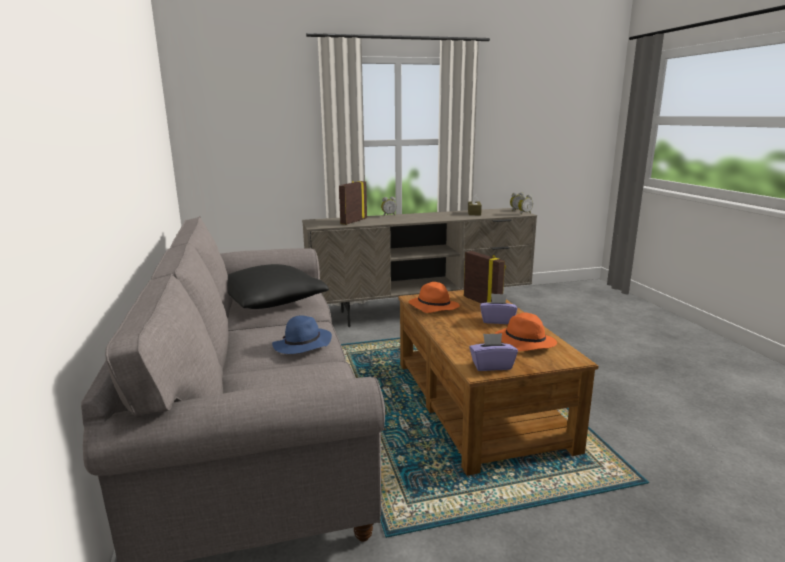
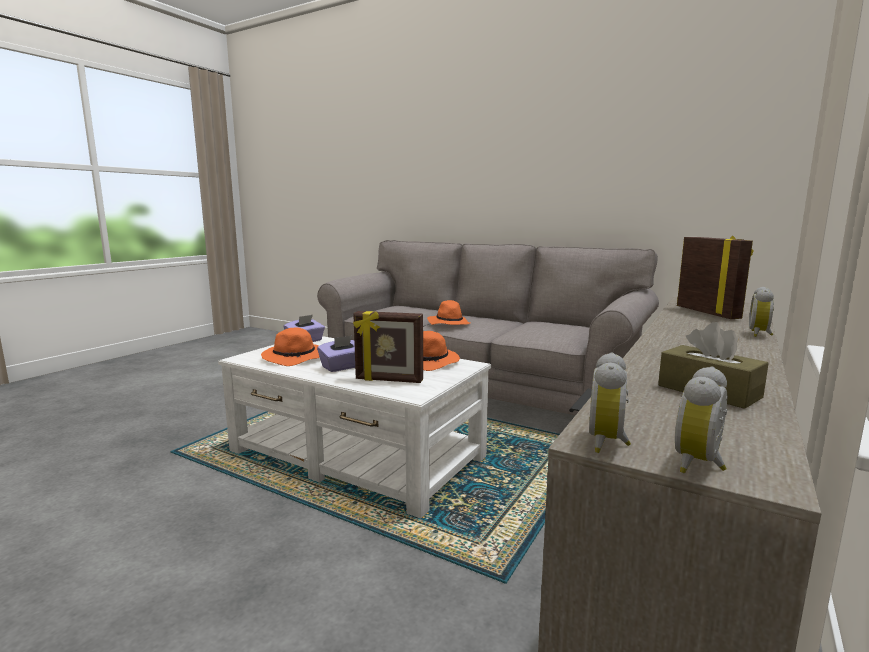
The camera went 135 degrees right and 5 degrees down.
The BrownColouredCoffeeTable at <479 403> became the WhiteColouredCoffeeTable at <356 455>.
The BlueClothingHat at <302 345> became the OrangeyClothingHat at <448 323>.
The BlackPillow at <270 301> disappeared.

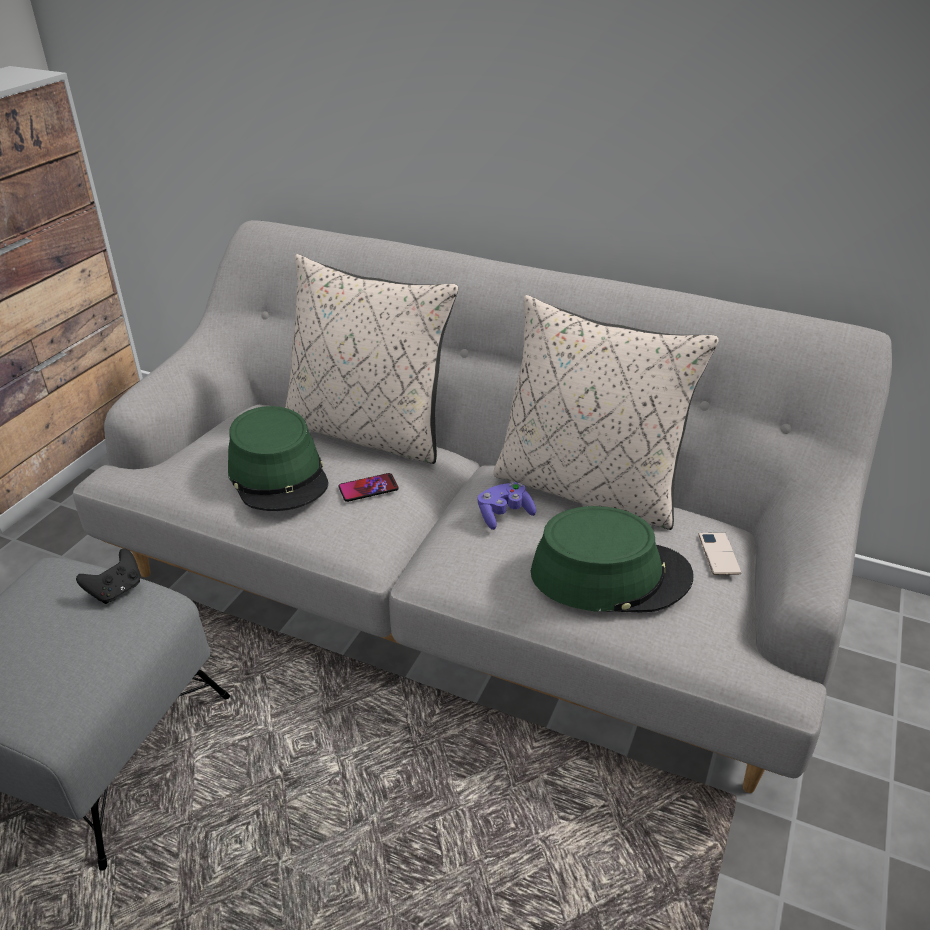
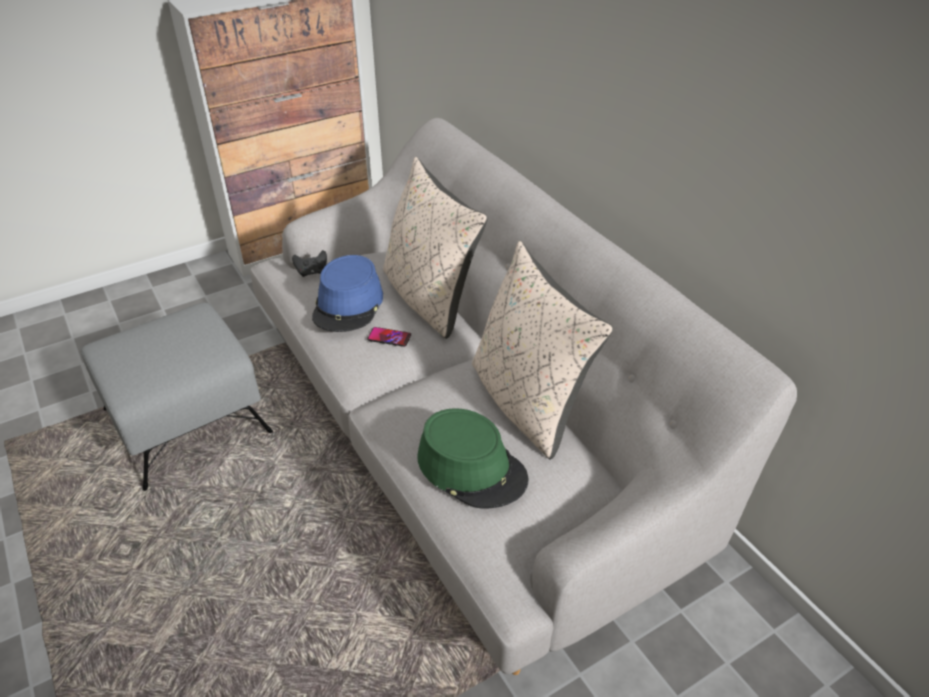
The camera went 35 degrees right and 5 degrees up.
The BlackJoypad moved from <116 590> to <312 272>.
The GreenColouredClothingHat at <279 474> became the BlueClothingHat at <348 305>.
The PurpleJoypad at <504 514> disappeared.
The Phone at <719 554> disappeared.

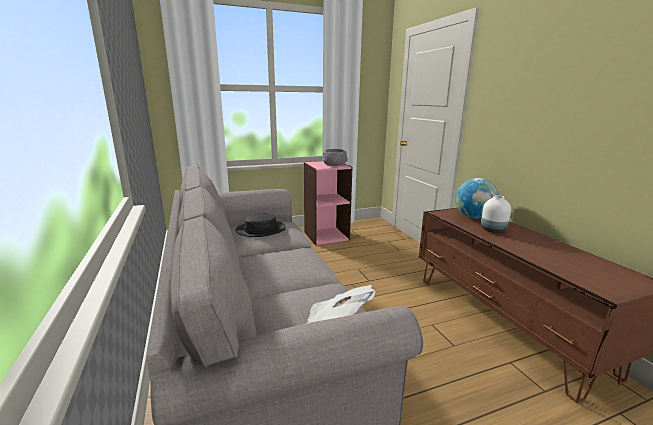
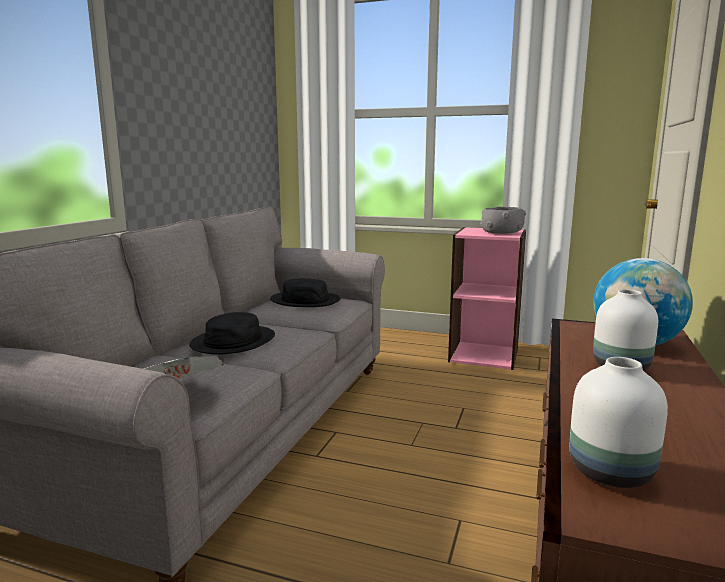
The camera went 40 degrees right and 5 degrees down.
The BlackClothingHat at <233 341> appeared.
The WhiteColouredDecorativeVase at <608 471> appeared.

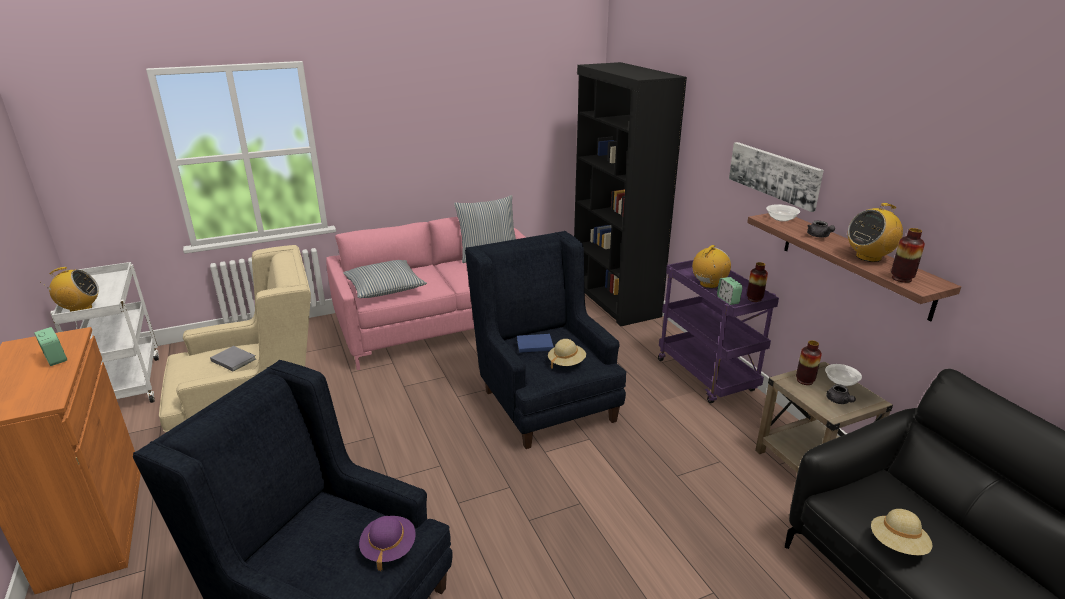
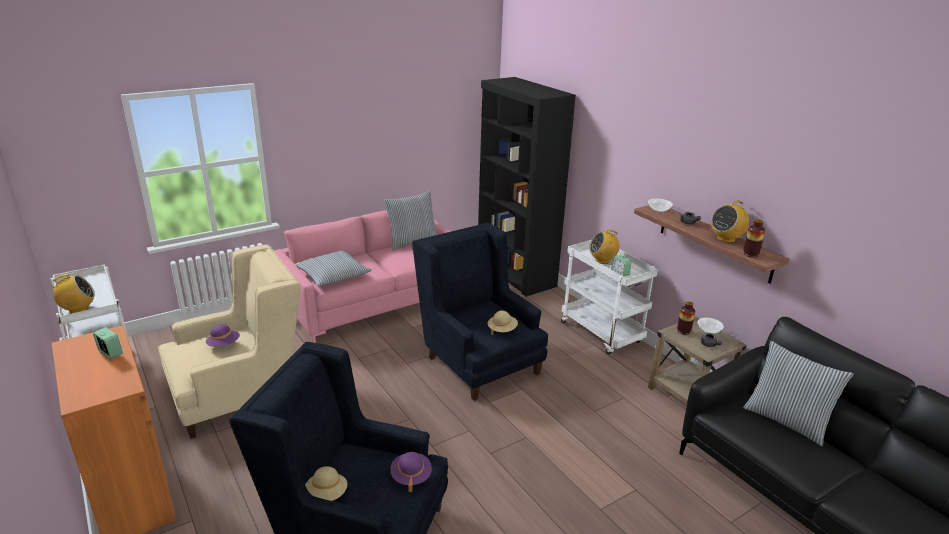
The camera went 10 degrees left and 0 degrees up.
The GreyVolume at <233 359> was replaced by the PurpleClothingHat at <224 345>.
The SandColouredClothingHat moved from <897 545> to <326 495>.
The PurpleCart at <707 376> became the WhiteColouredCart at <602 333>.
The RadioReceiver at <708 284> turned 135 degrees counterclockwise.
The Pillow at <786 420> appeared.
The BlueVolume at <533 344> disappeared.
The WallArt at <774 174> disappeared.
The DecorativeVase at <754 299> disappeared.

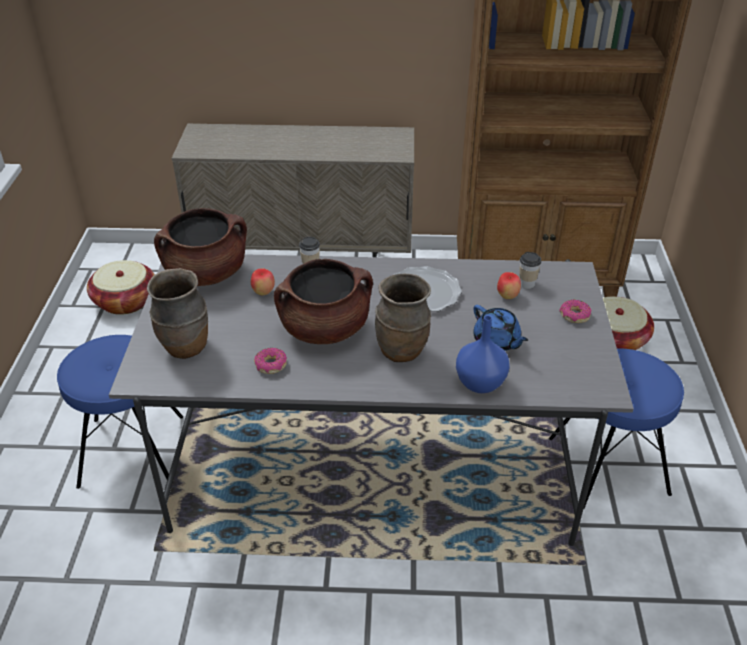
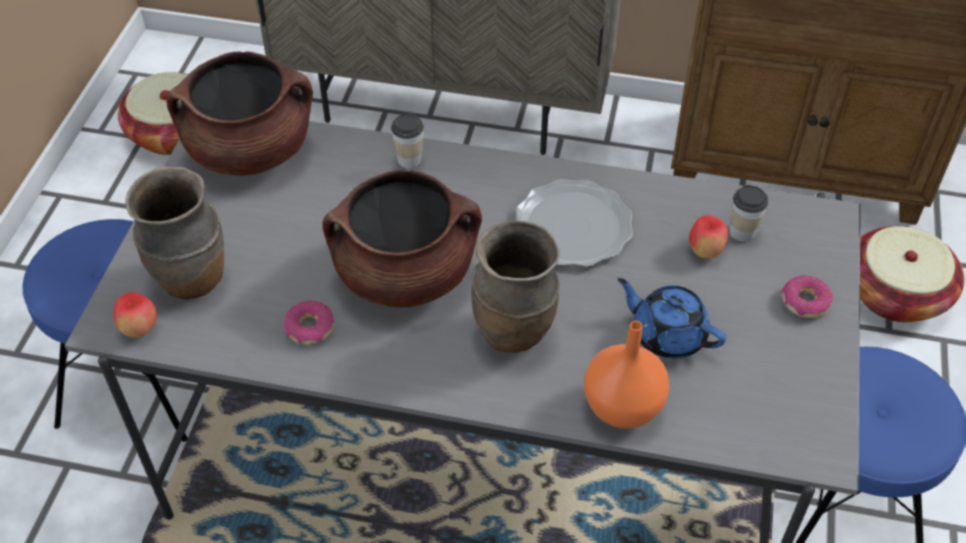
The camera went 10 degrees right and 10 degrees up.
The WholeApple moved from <263 292> to <140 329>.
The BlueDecorativeVase at <479 383> became the OrangeyDecorativeVase at <620 407>.
The BluePotForTea at <497 342> turned 150 degrees clockwise.

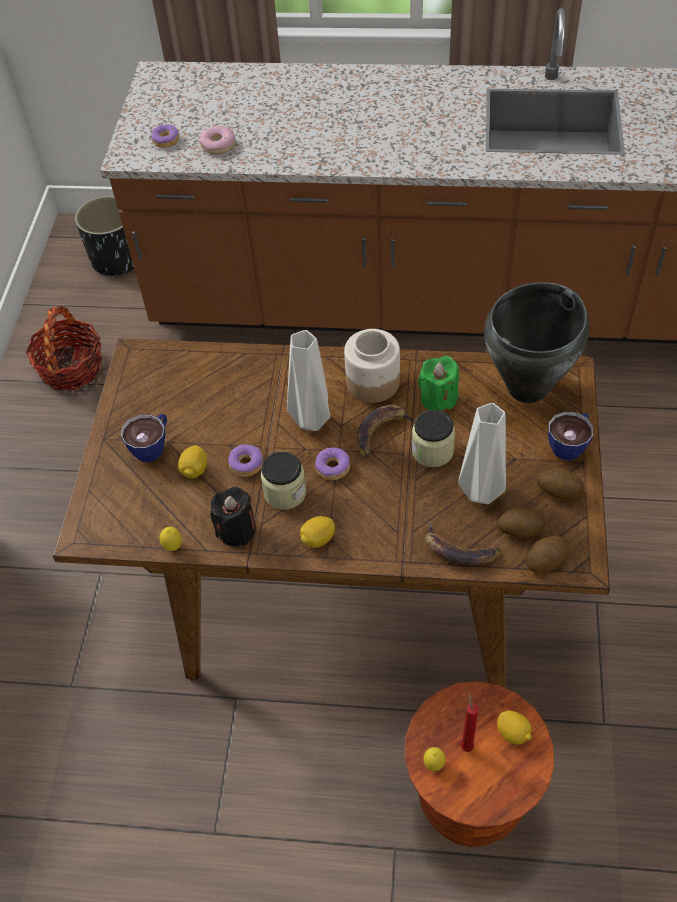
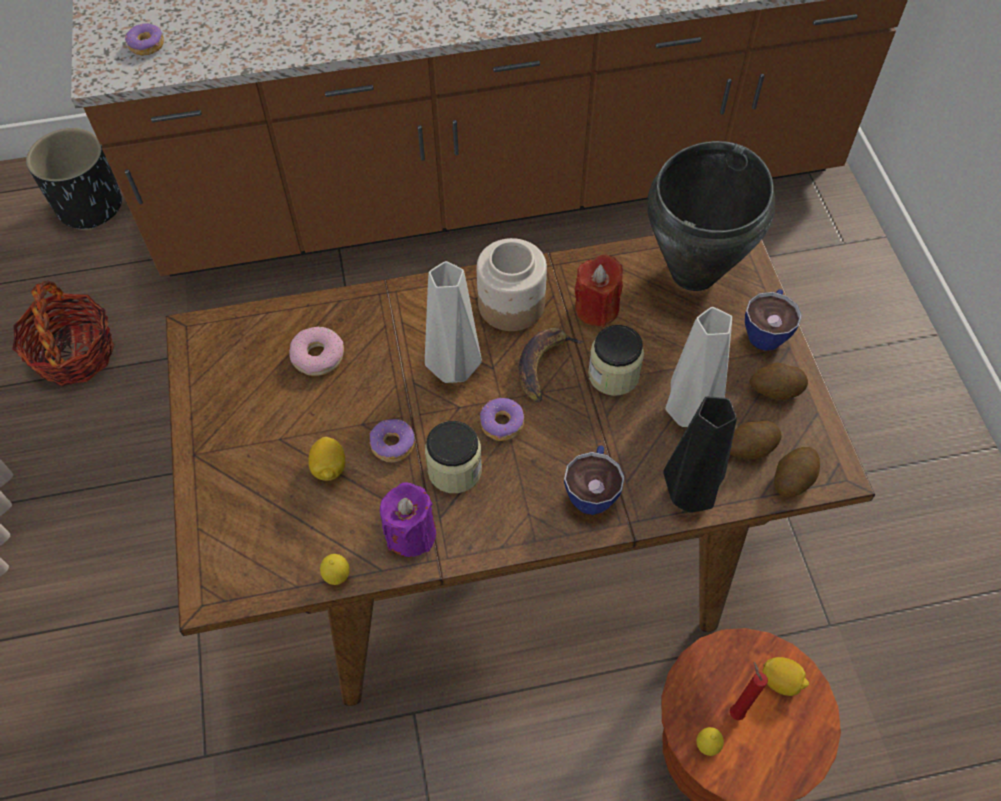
The camera went 20 degrees left and 5 degrees up.
The RingDoughnut moved from <218 145> to <318 356>.
The BlackCandle at <236 530> became the PurpleCandle at <411 534>.
The SmallCup moved from <153 446> to <592 490>.
The GreenColouredCandle at <438 399> became the ReddishCandle at <596 308>.
The BananaFruit at <458 551> was replaced by the BlackDecorativeVase at <689 492>.
The WholeLemon at <318 539> disappeared.

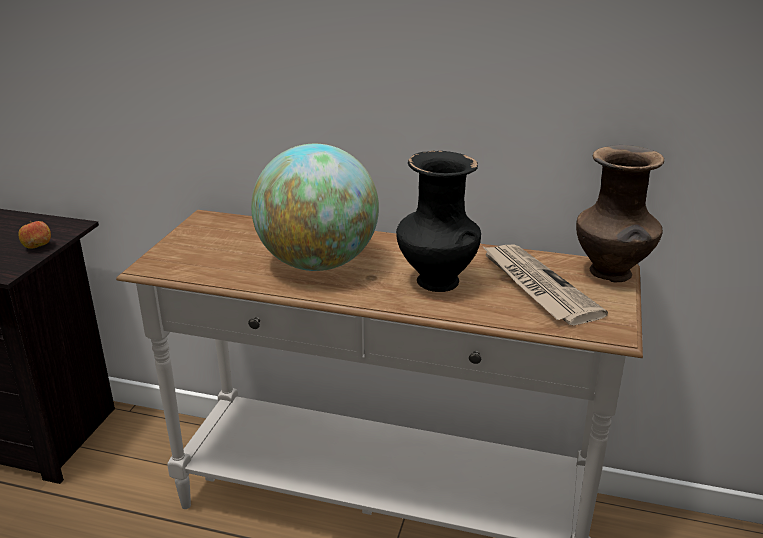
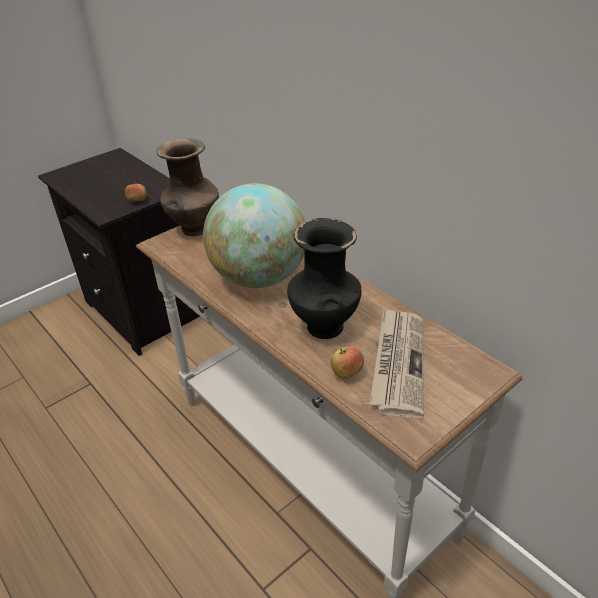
The camera went 35 degrees right and 10 degrees up.
The BrownColouredDecorativeVase moved from <611 274> to <194 229>.
The WholeApple at <347 373> appeared.

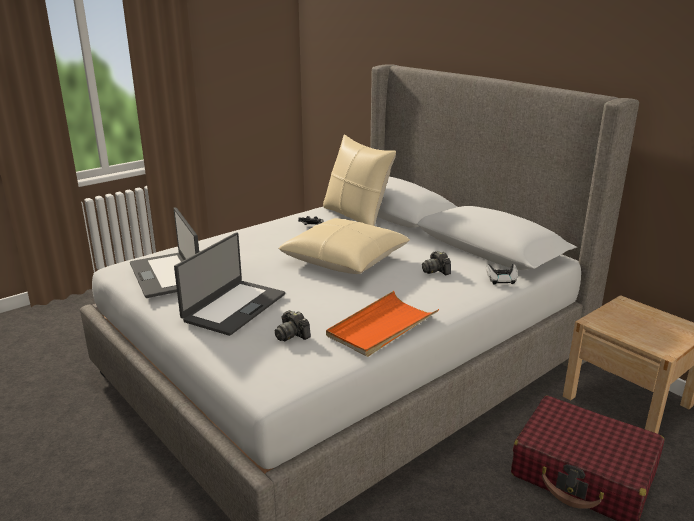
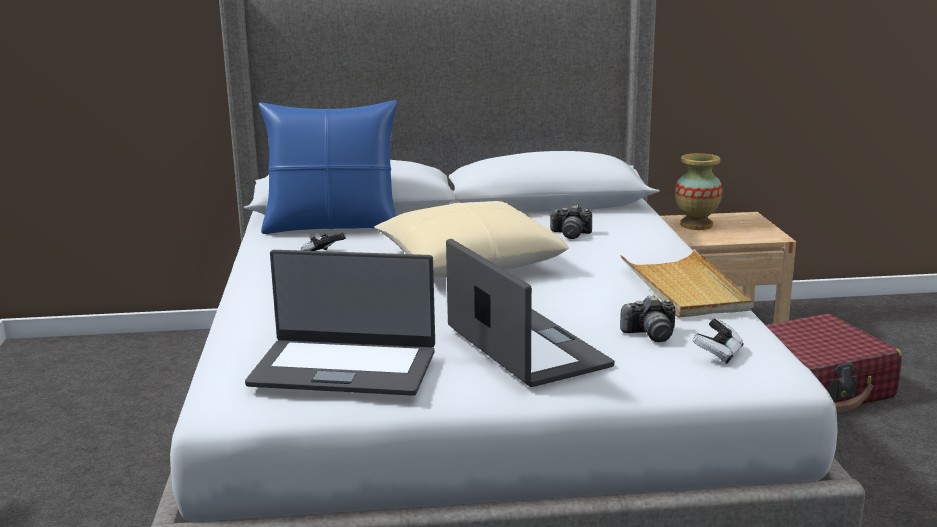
The camera went 55 degrees left and 5 degrees down.
The SandColouredPillow at <356 216> became the BluePillow at <332 227>.
The OrangeyTray at <381 327> became the SandColouredTray at <684 289>.
The DecorativeVase at <696 225> appeared.
The Joypad moved from <501 281> to <718 354>.

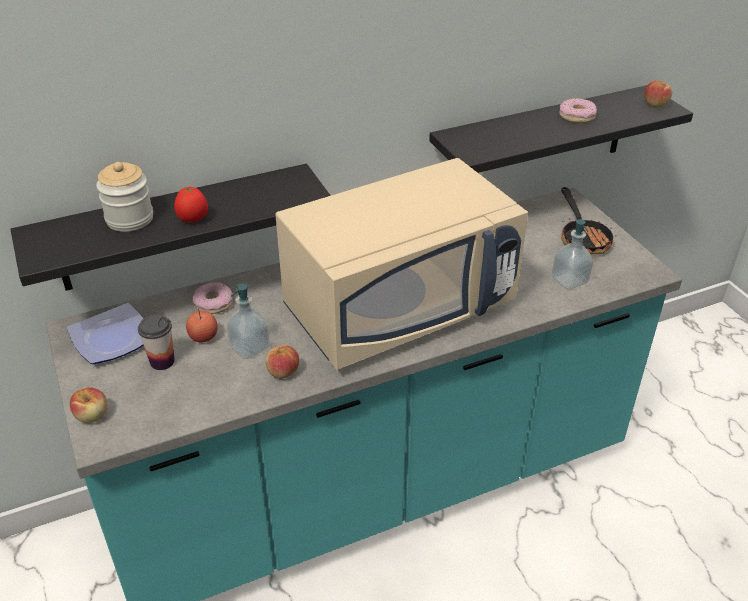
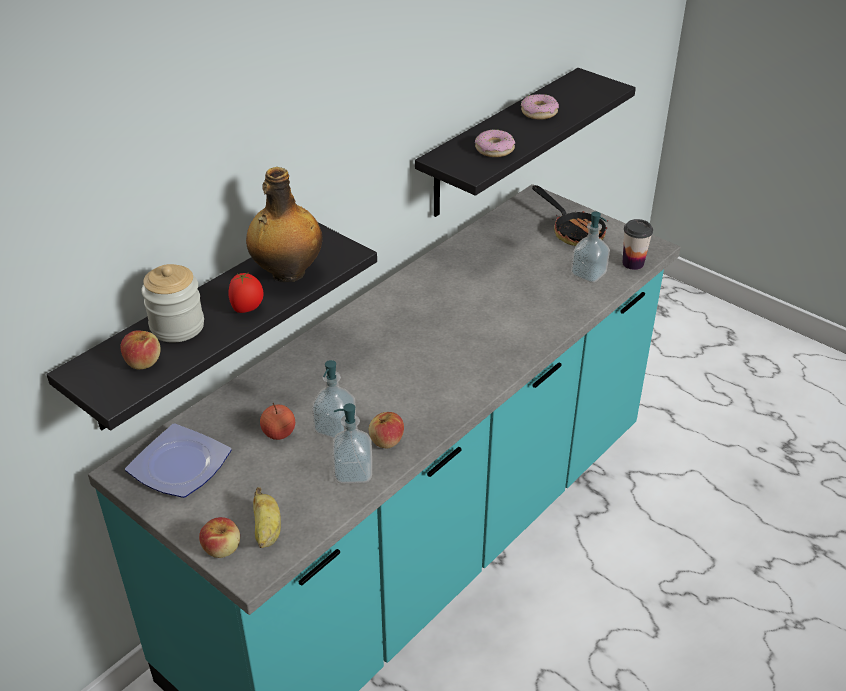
The camera went 25 degrees left and 0 degrees up.
The WholeApple moved from <655 104> to <143 362>.
The Bottle at <287 273> appeared.
The BananaFruit at <267 531> appeared.
The LiquidSoapBottle at <353 472> appeared.
The RingDoughnut moved from <214 303> to <494 149>.
The SmallCup moved from <162 361> to <633 263>.
The SandColouredMicrowaveOven at <400 308> disappeared.

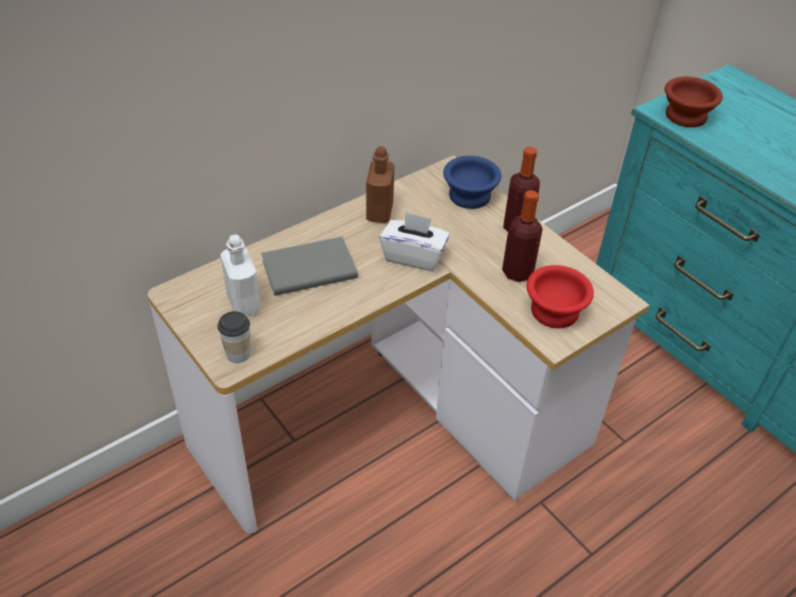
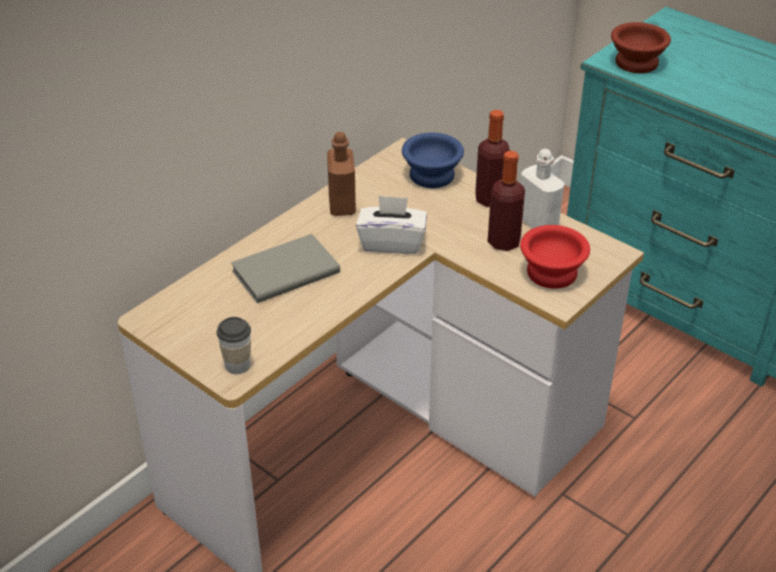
The camera went 10 degrees left and 5 degrees down.
The WhiteColouredBottle moved from <243 303> to <538 223>.

